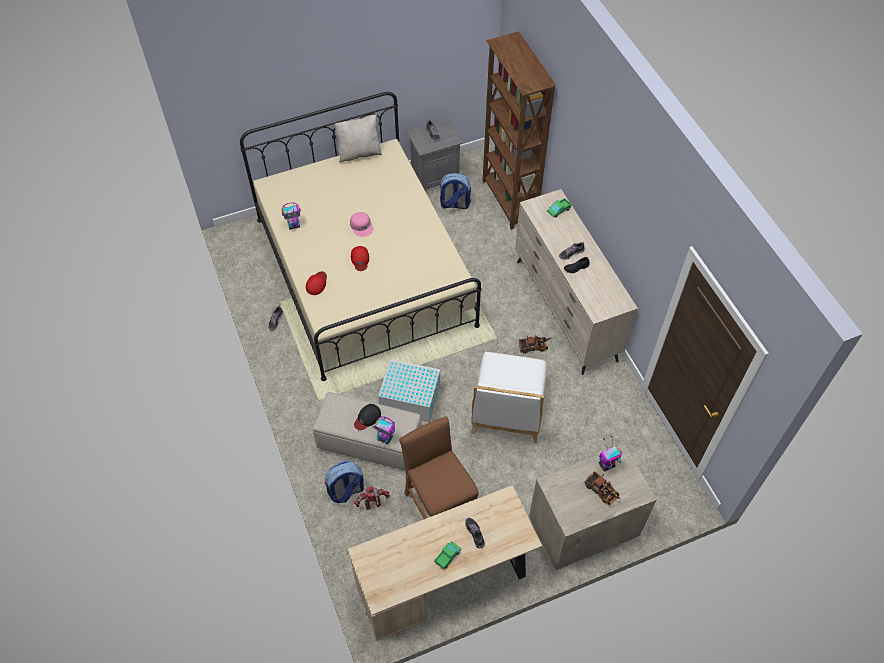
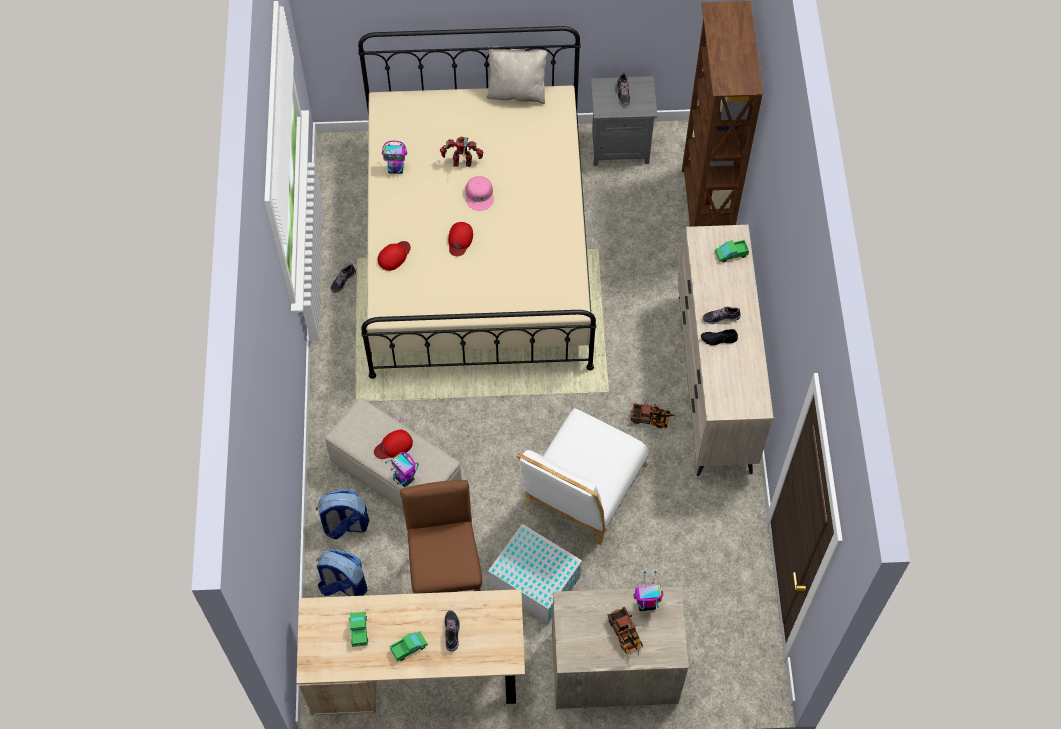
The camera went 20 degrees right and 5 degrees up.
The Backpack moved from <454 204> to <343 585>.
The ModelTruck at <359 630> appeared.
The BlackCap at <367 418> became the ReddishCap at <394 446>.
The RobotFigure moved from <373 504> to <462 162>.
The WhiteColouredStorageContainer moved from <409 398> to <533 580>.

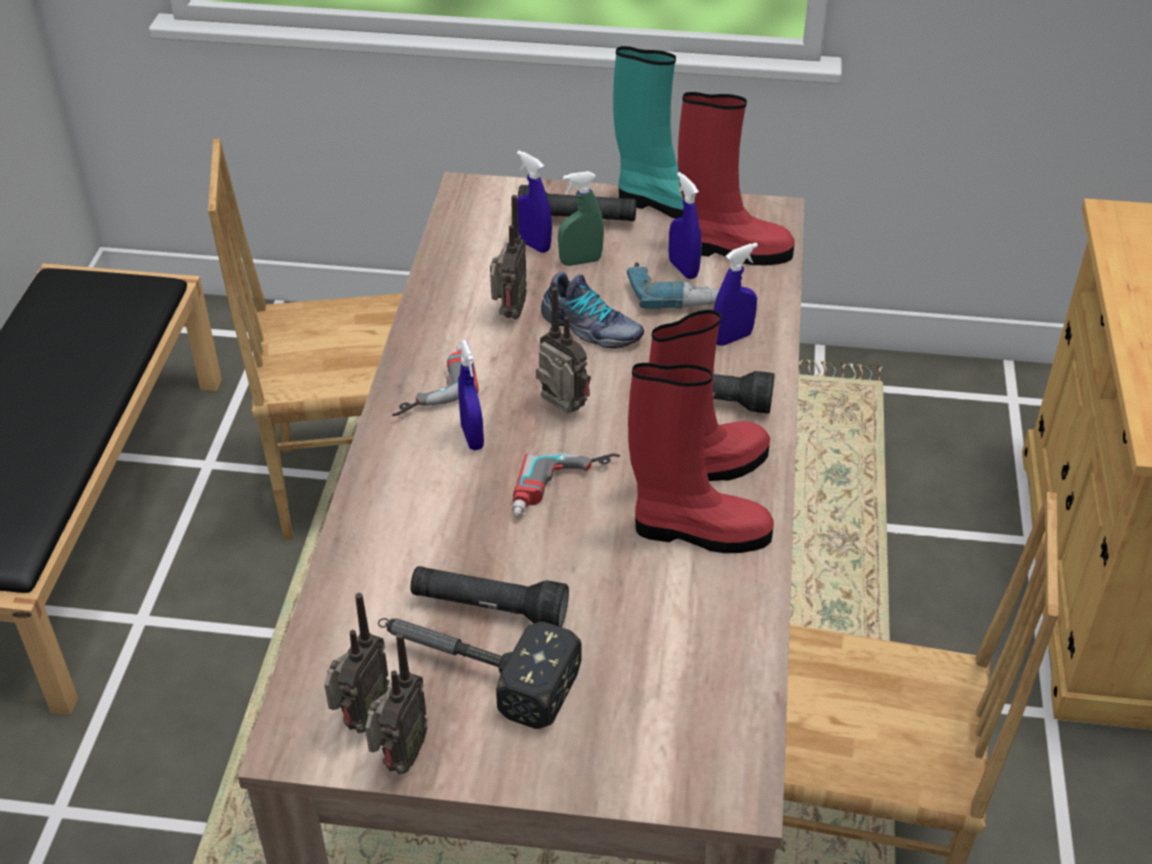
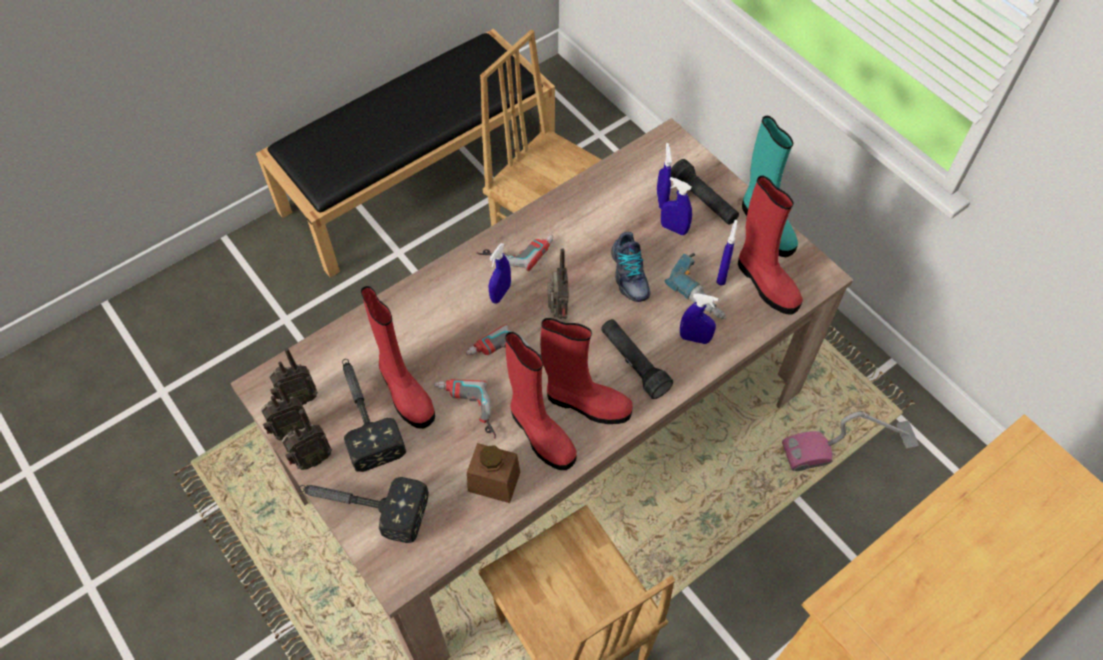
The camera went 45 degrees right and 15 degrees up.
The RadioReceiver moved from <508 314> to <311 459>.
The ToolHammer at <362 506> appeared.
The BlackFlashlight at <489 608> was replaced by the ReddishHighTopBoot at <404 391>.
The ElectricDrill at <465 411> appeared.
The BrownColouredStorageJar at <494 481> appeared.
The GreenColouredSprayer at <580 261> became the BlueSprayer at <673 228>.
The Hoover at <849 446> appeared.

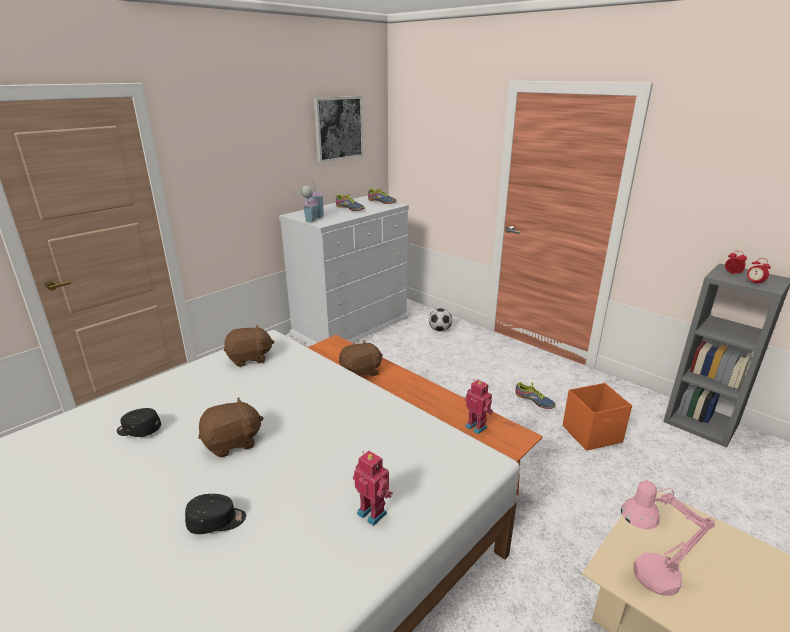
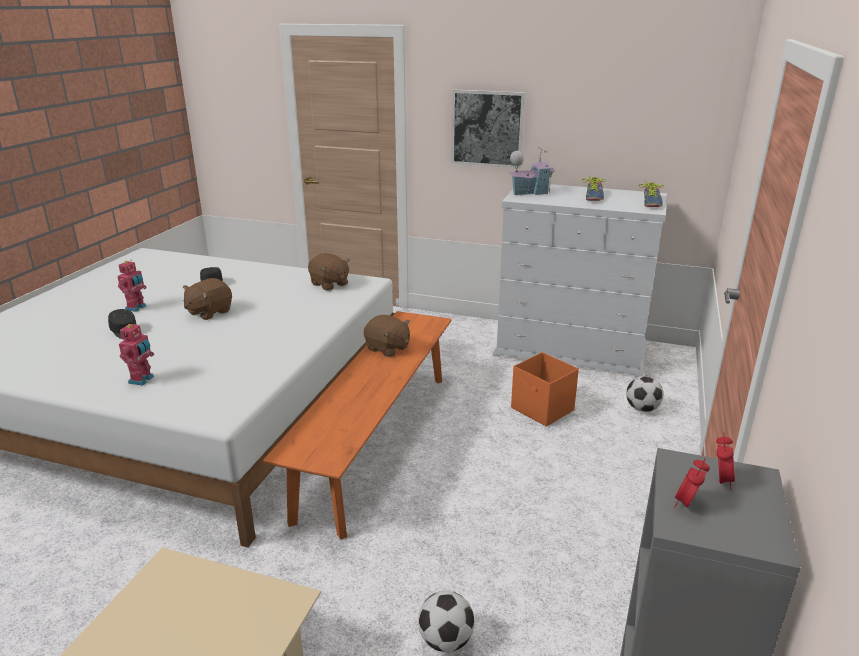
The camera went 65 degrees right and 0 degrees up.
The RobotFigure moved from <477 426> to <137 308>.
The BrownColouredCuddlyToy at <232 443> turned 90 degrees clockwise.
The FootballBall at <445 640> appeared.
The WallArt moved from <338 128> to <487 128>.
The OrangeyStorageContainer moved from <592 434> to <542 410>.
The Shoe at <534 400> disappeared.
The PinkLampForATable at <646 575> disappeared.

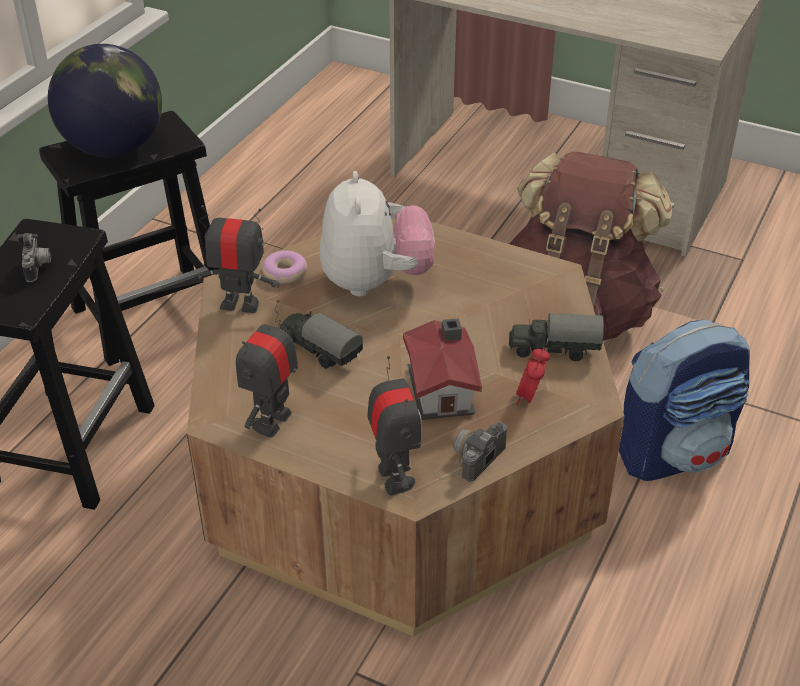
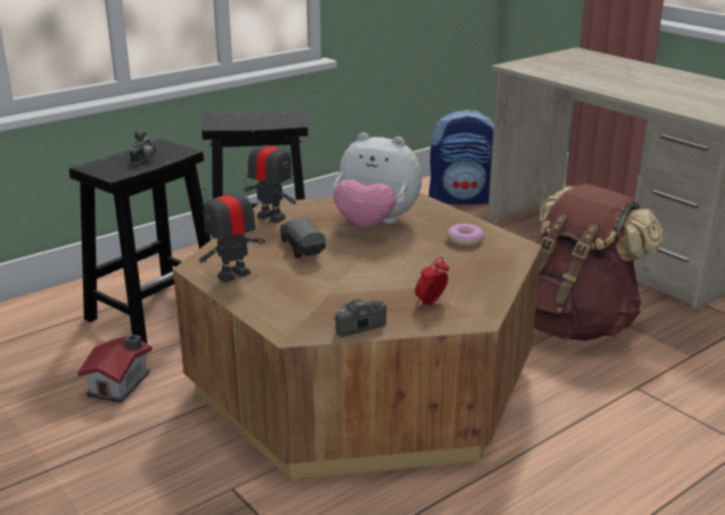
The camera went 25 degrees right and 15 degrees down.
The ModelHouse moved from <442 389> to <121 384>.
The CuddlyToy at <375 282> turned 90 degrees clockwise.
The Backpack moved from <674 452> to <463 199>.
The RingDoughnut moved from <285 273> to <465 240>.
The Globe at <114 148> disappeared.
The RobotFigure at <394 477> disappeared.
The ModelTruck at <553 349> disappeared.

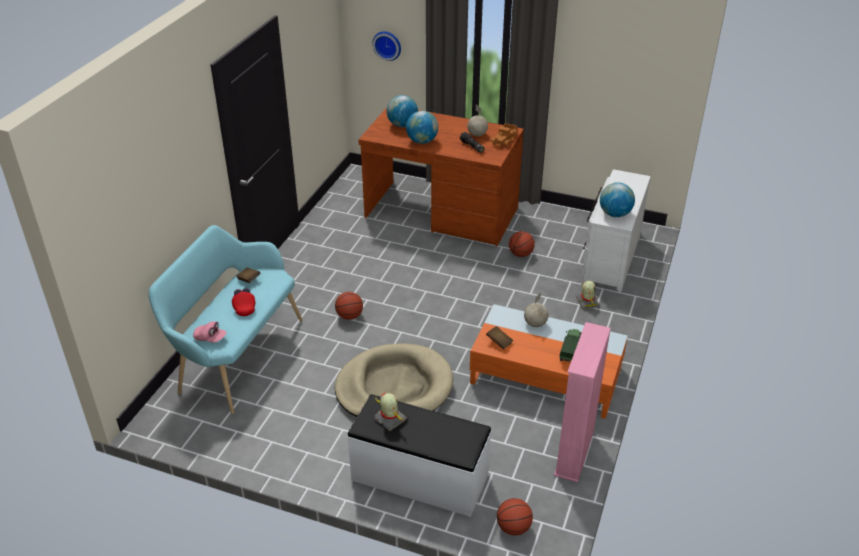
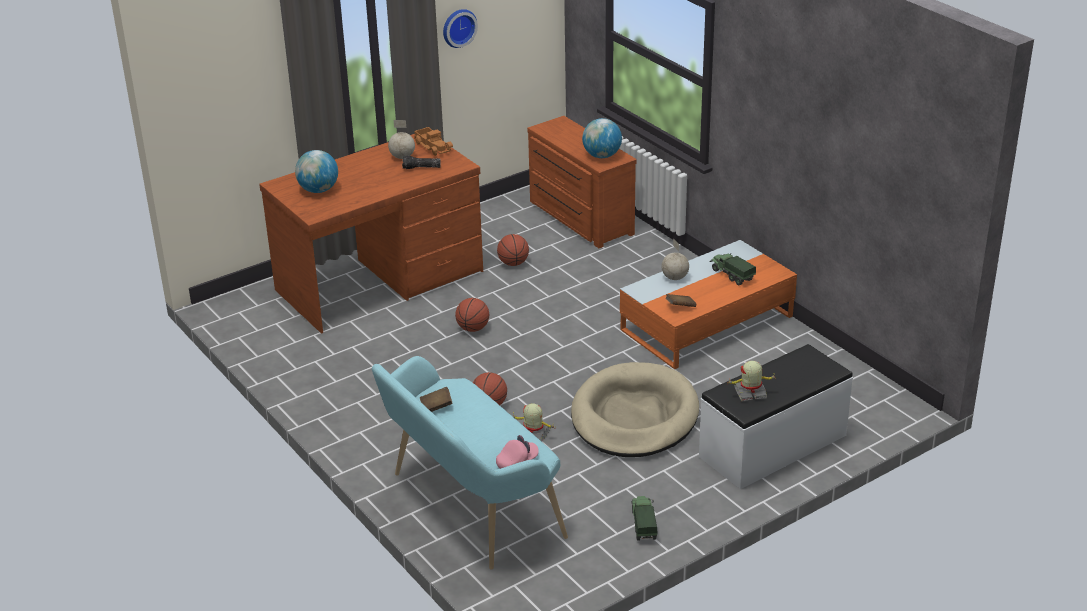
The camera went 55 degrees left and 5 degrees down.
The HangingClock moved from <387 45> to <458 27>.
The BasketballBall moved from <513 527> to <473 328>.
The RobotFigure moved from <587 303> to <533 434>.
The WhiteColouredDresser at <610 257> became the BrownColouredDresser at <578 218>.
The ModelTruck at <643 525> appeared.
The ReddishCap at <244 307> disappeared.
The Globe at <422 141> disappeared.
The PinkBookshelf at <574 453> disappeared.

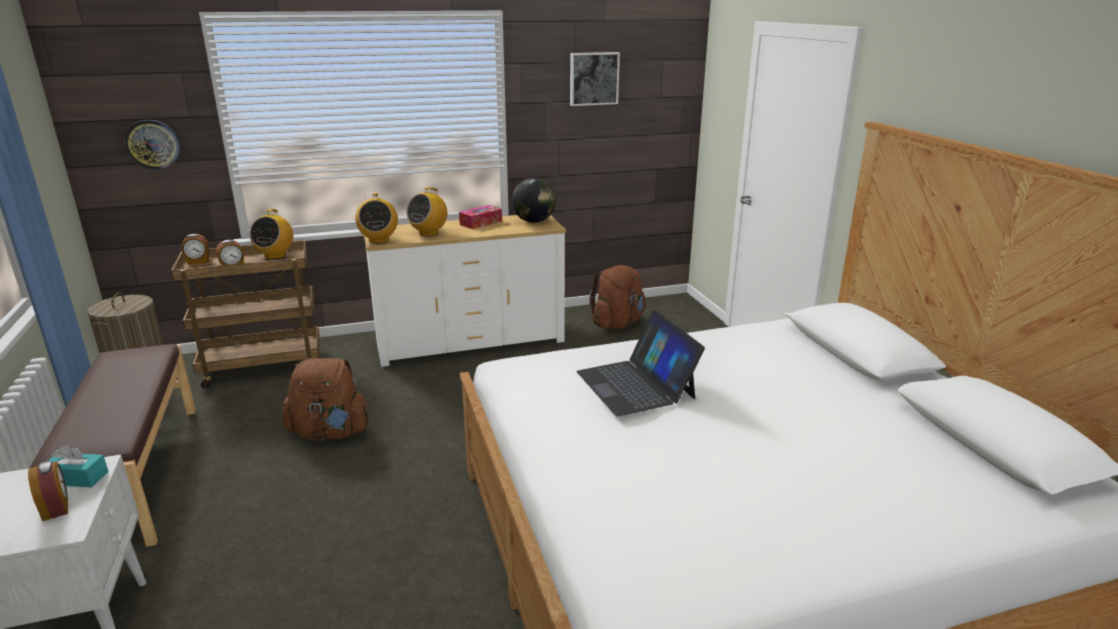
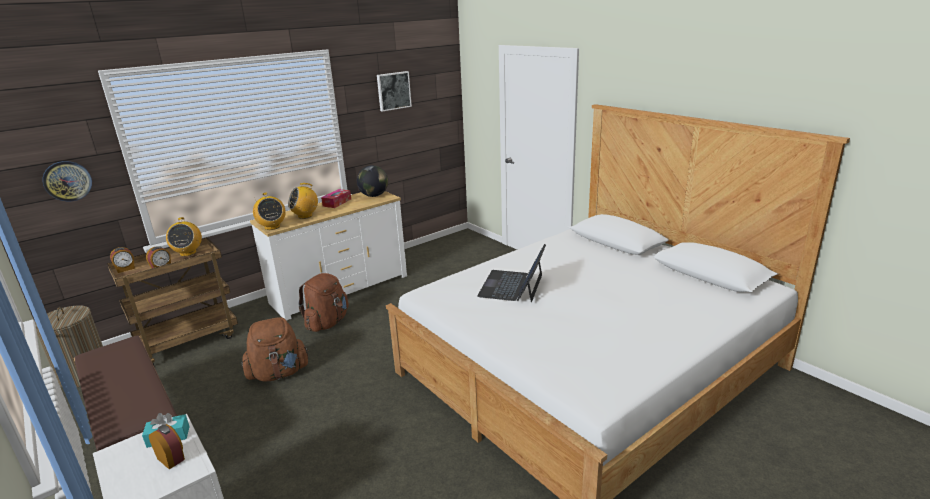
The camera went 20 degrees left and 0 degrees up.
The RadioReceiver at <429 233> turned 45 degrees clockwise.
The BrownColouredBackpack moved from <617 324> to <327 323>.
The PortableComputer at <636 384> turned 60 degrees clockwise.

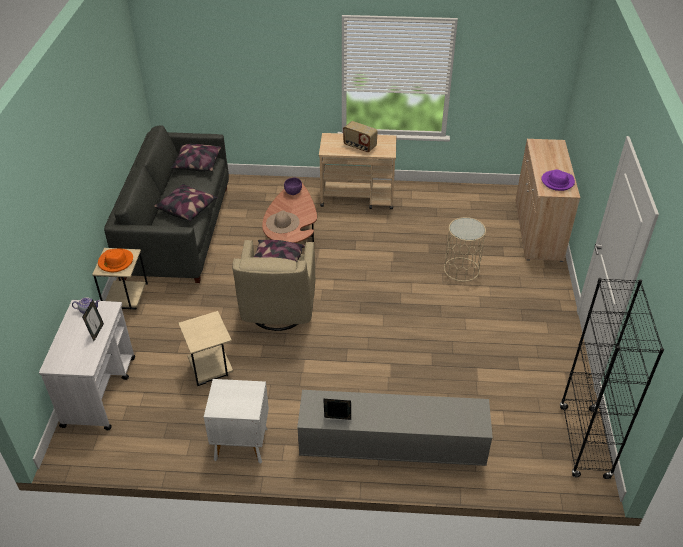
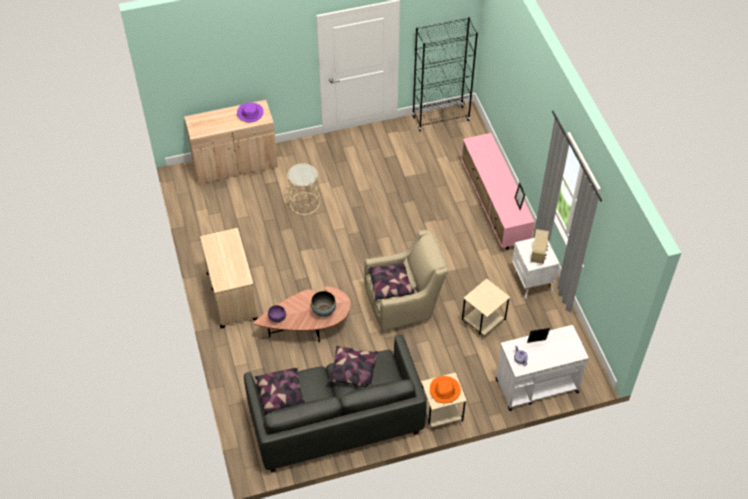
The camera went 110 degrees left and 10 degrees up.
The SandColouredClothingHat at <282 222> was replaced by the Bowl at <324 311>.
The GreyMediaConsole at <390 448> became the PinkMediaConsole at <494 205>.
The RadioReceiver moved from <359 146> to <539 253>.

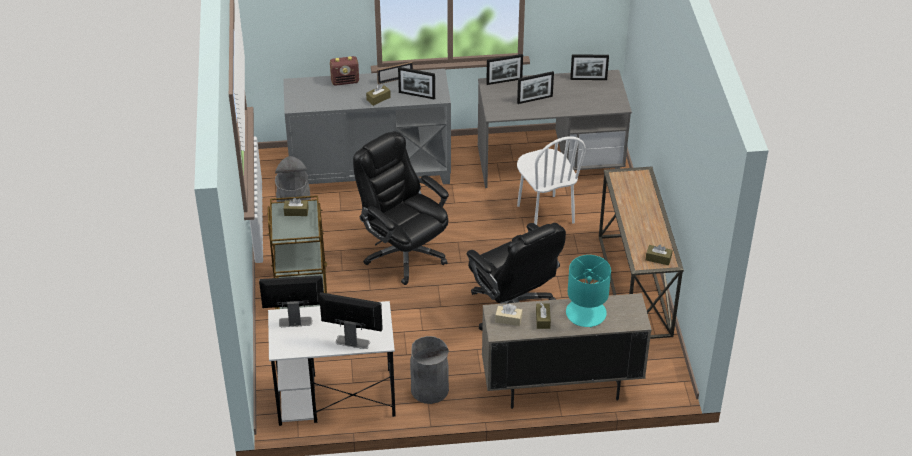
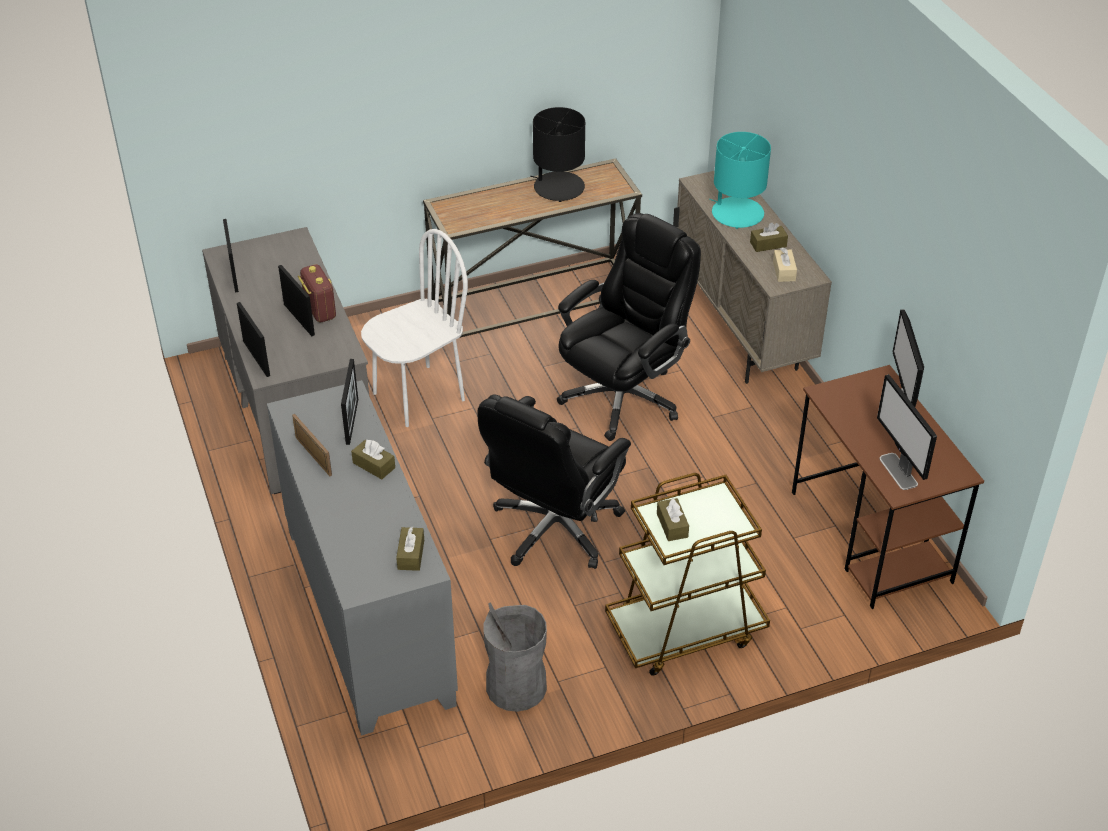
The camera went 105 degrees left and 0 degrees up.
The RadioReceiver moved from <345 81> to <319 310>.
The BrownColouredTissueHolder moved from <658 258> to <411 555>.
The BlackLampForATable at <558 187> appeared.
The WhiteColouredDesk at <334 397> became the BrownColouredDesk at <871 537>.
The GreyTrashCan at <429 389> disappeared.

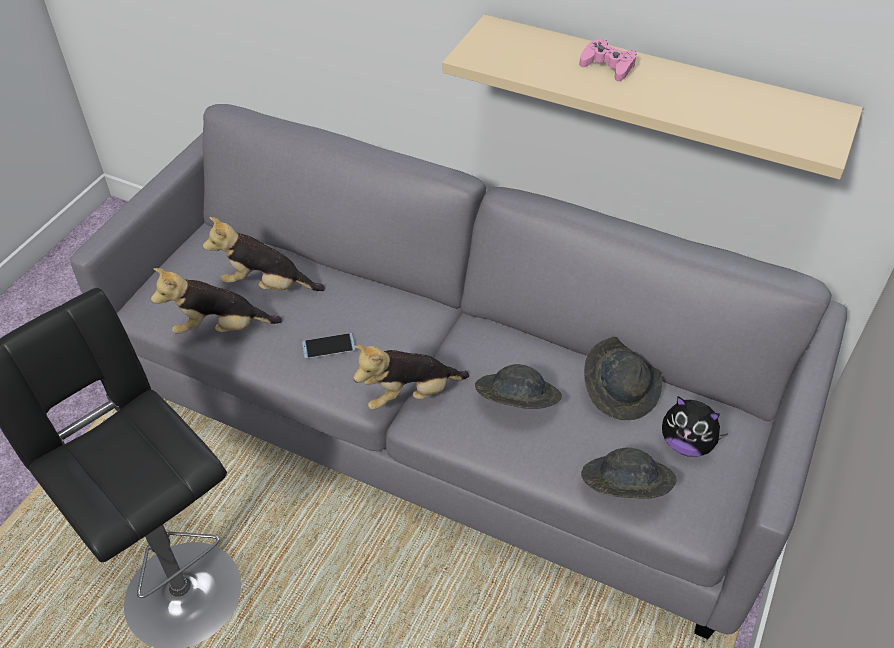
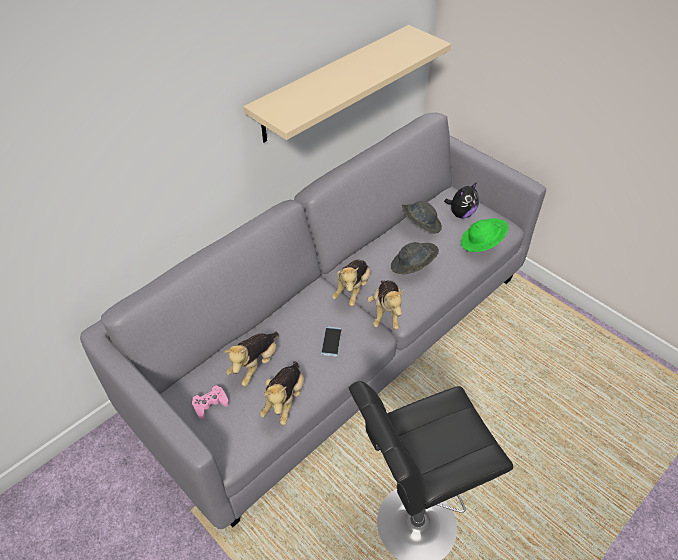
The camera went 70 degrees left and 0 degrees up.
The PinkJoypad moved from <607 66> to <210 404>.
The CuddlyToy at <352 290> appeared.
The GreyClothingHat at <624 488> became the GreenColouredClothingHat at <482 244>.

